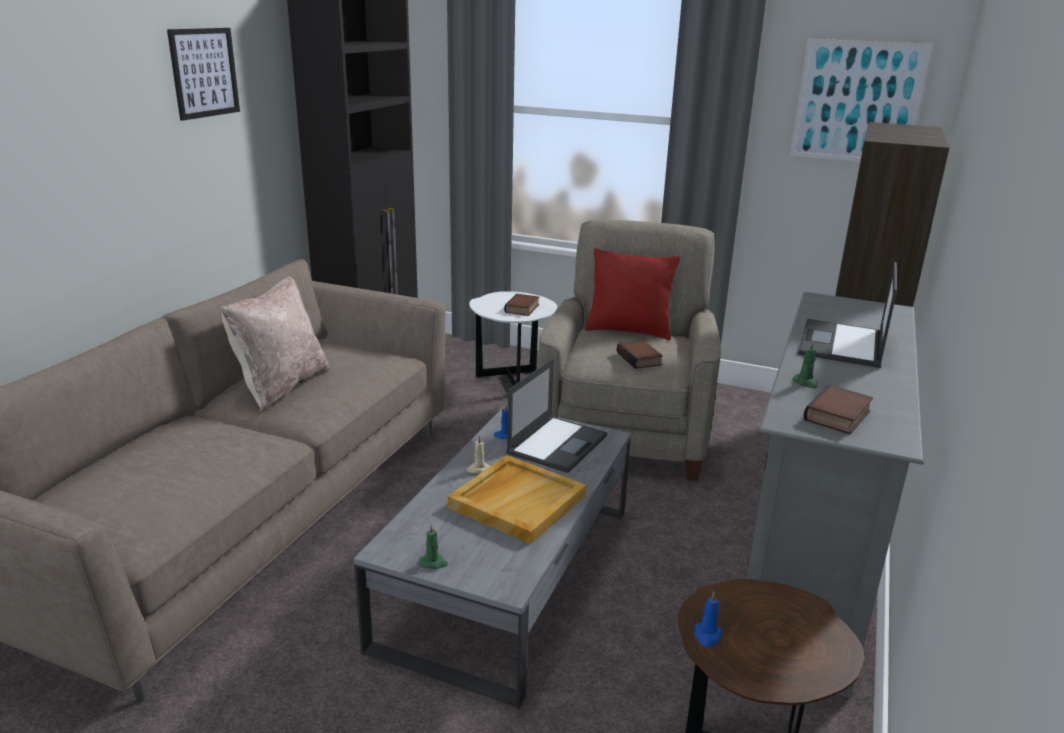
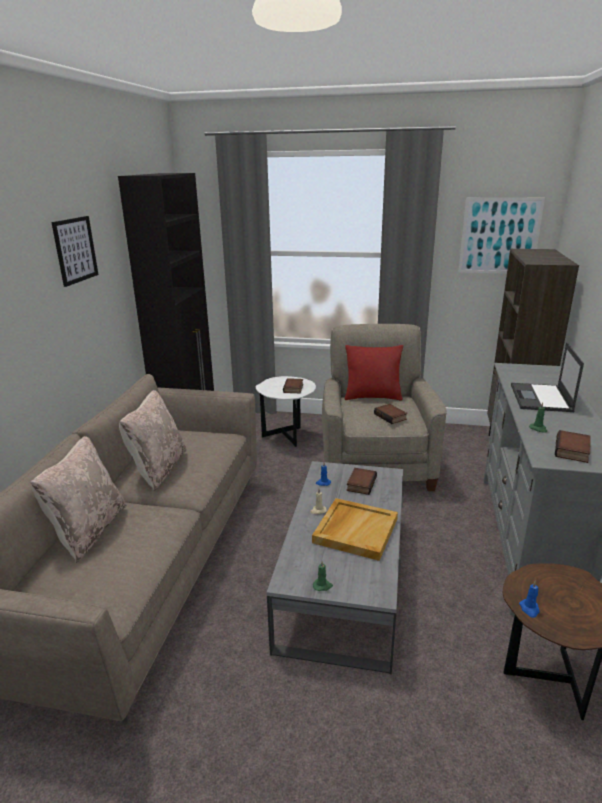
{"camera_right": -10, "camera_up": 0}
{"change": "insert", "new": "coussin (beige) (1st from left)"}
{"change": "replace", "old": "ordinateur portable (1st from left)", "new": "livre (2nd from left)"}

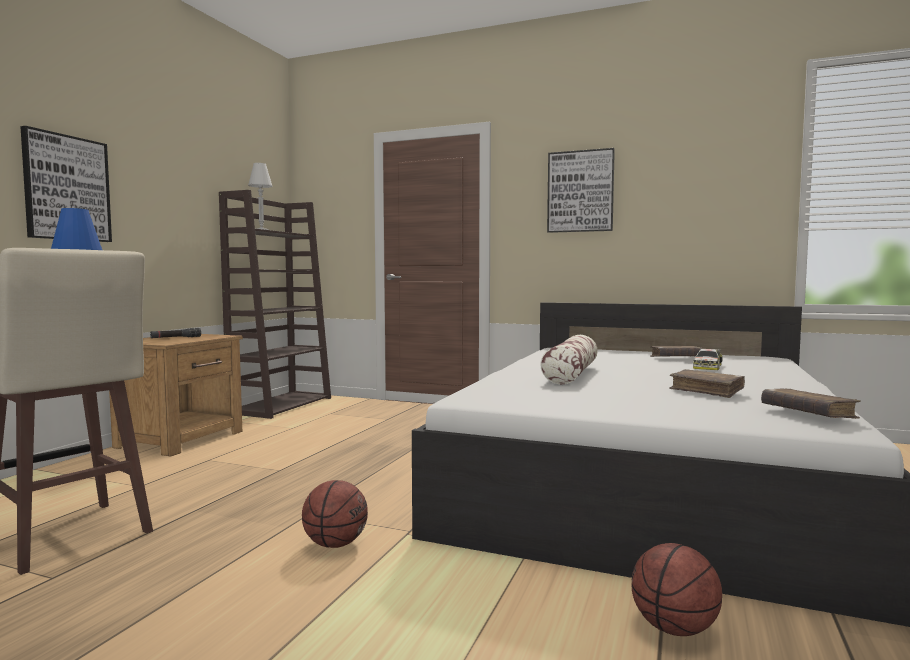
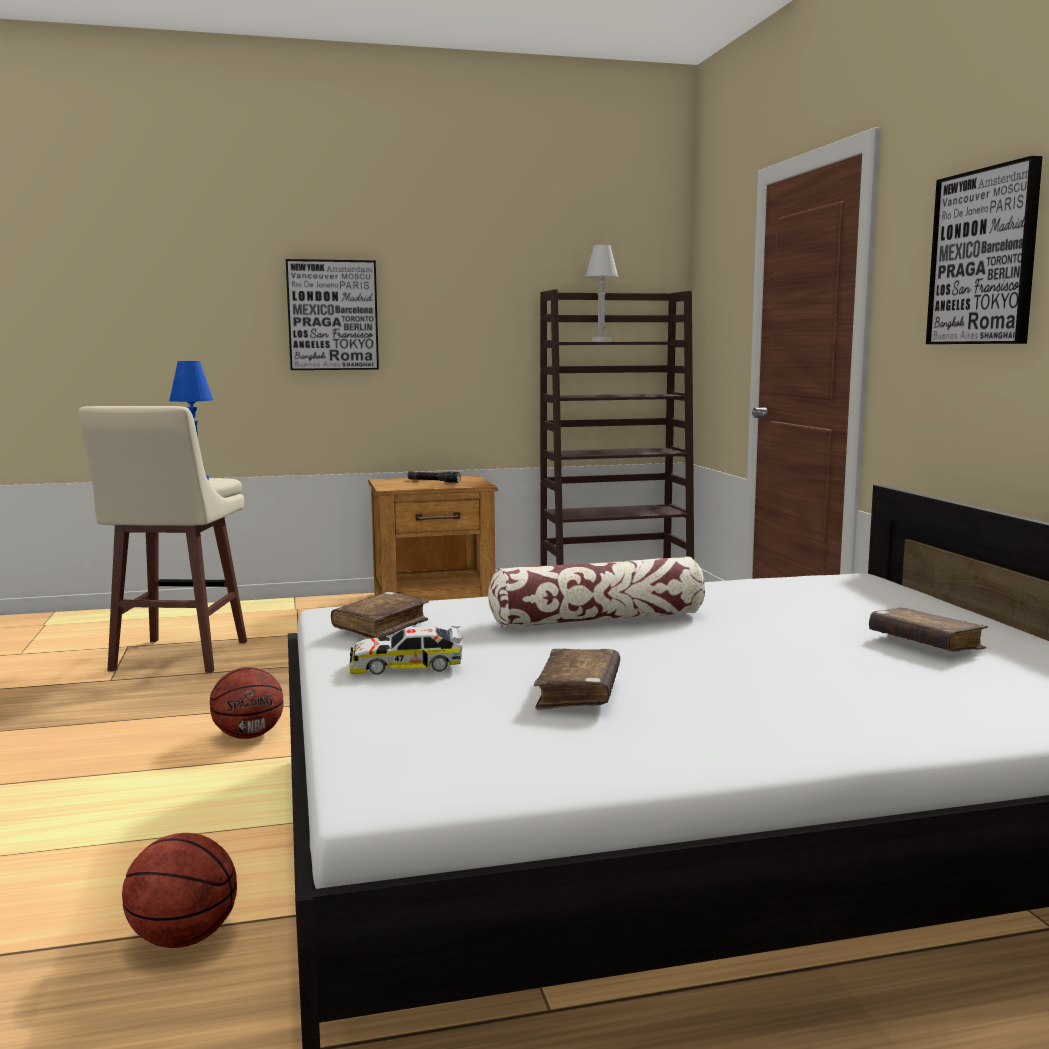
{"camera_right": 55, "camera_up": 5}
{"change": "move", "old": "livre (marron) (3rd from left in the first image)", "new": "livre (marron) (1st from left)"}
{"change": "move", "old": "petite voiture"}

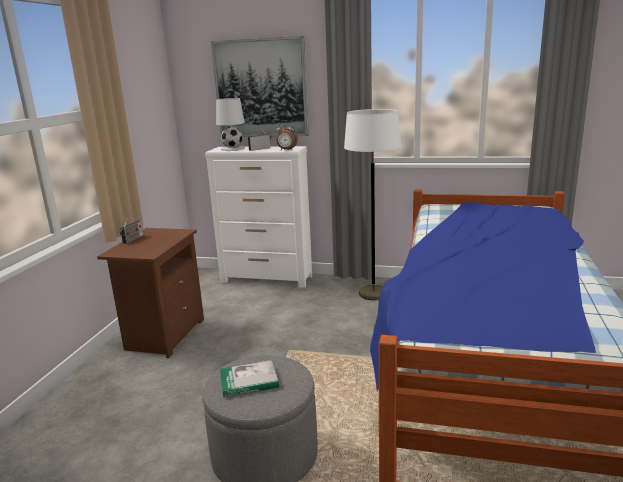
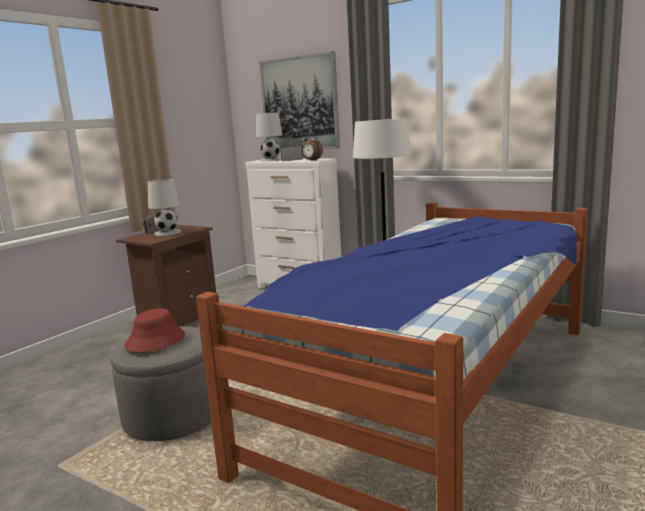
{"camera_right": 20, "camera_up": -5}
{"change": "replace", "old": "livre", "new": "chapeau (rouge)"}
{"change": "insert", "new": "lampe de table (blanc) (1st from left)"}

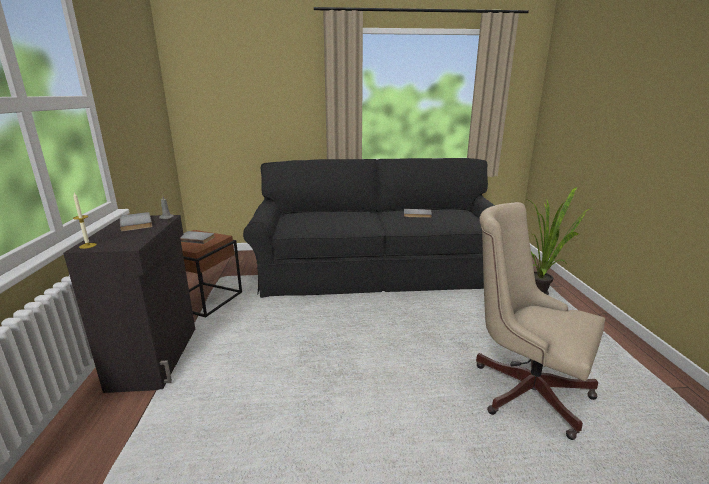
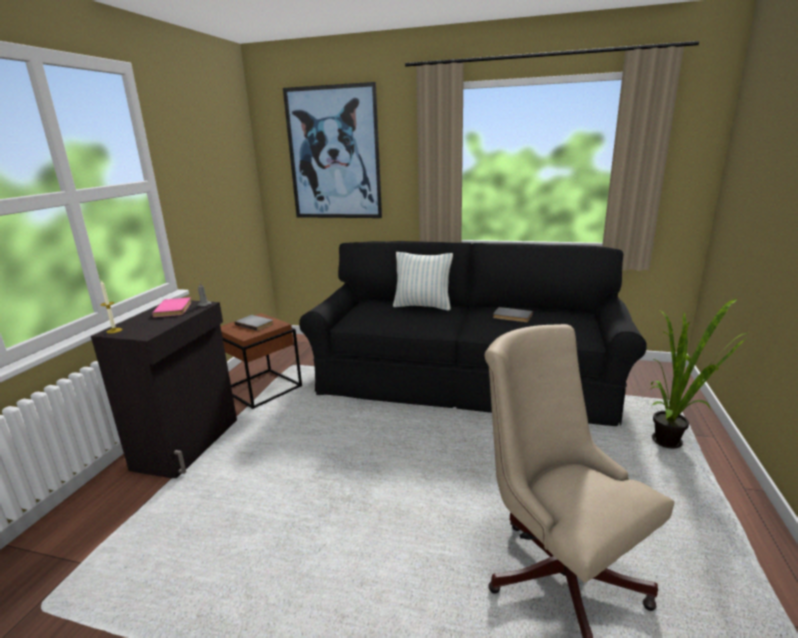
{"camera_right": 20, "camera_up": 0}
{"change": "recolor", "old": "livre (gris) (1st from left)", "new": "livre (rose)"}
{"change": "insert", "new": "tableau"}
{"change": "insert", "new": "coussin"}

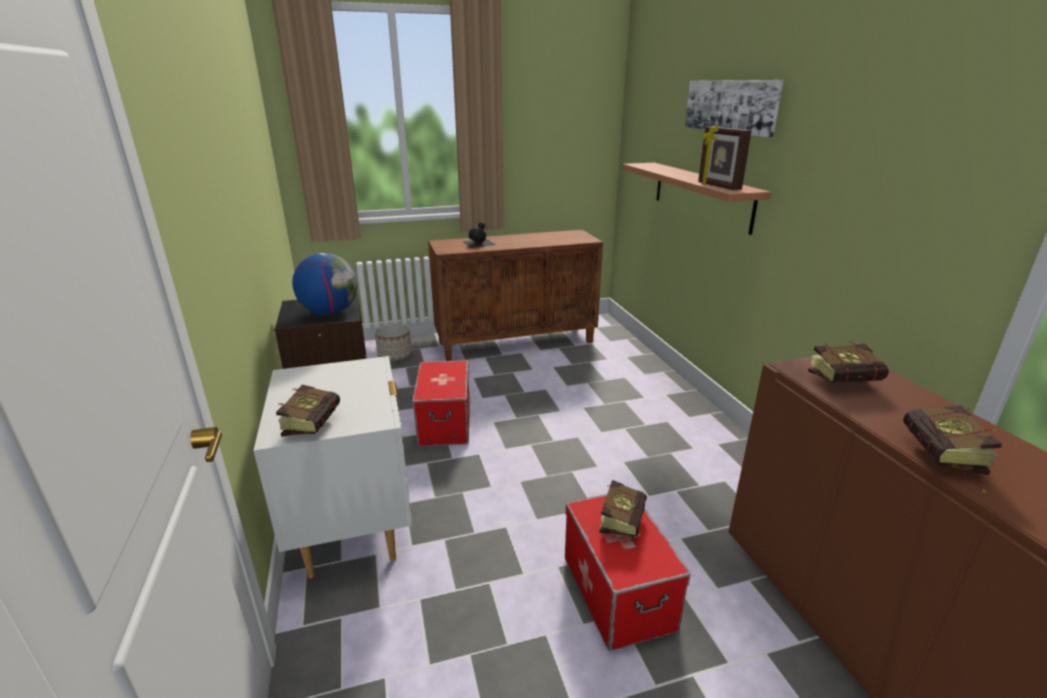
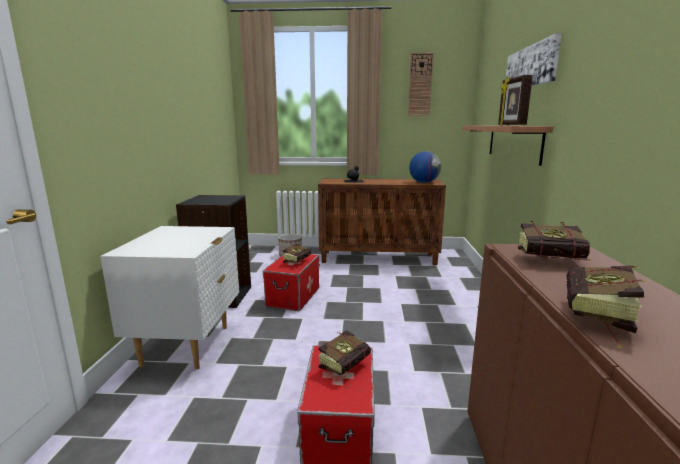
{"camera_right": 20, "camera_up": -10}
{"change": "move", "old": "livre (1st from left)"}
{"change": "insert", "new": "horloge murale"}
{"change": "move", "old": "globe"}

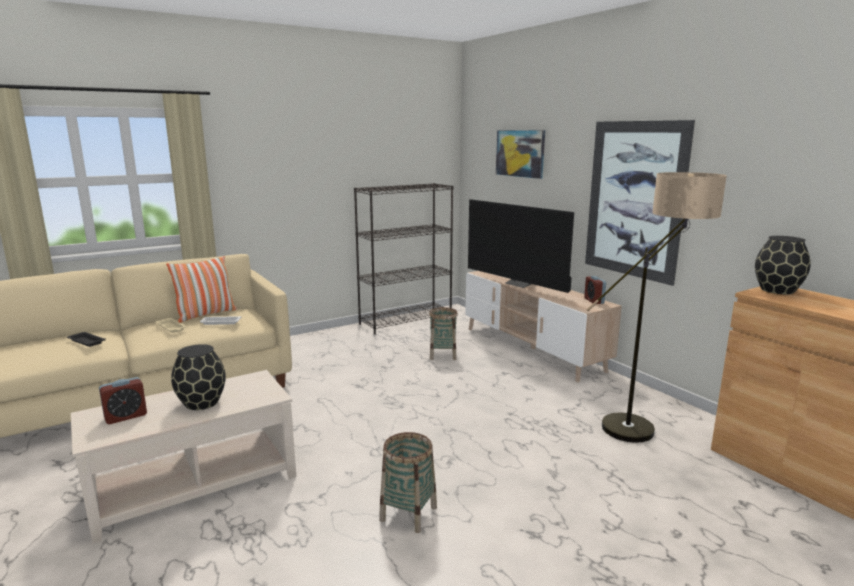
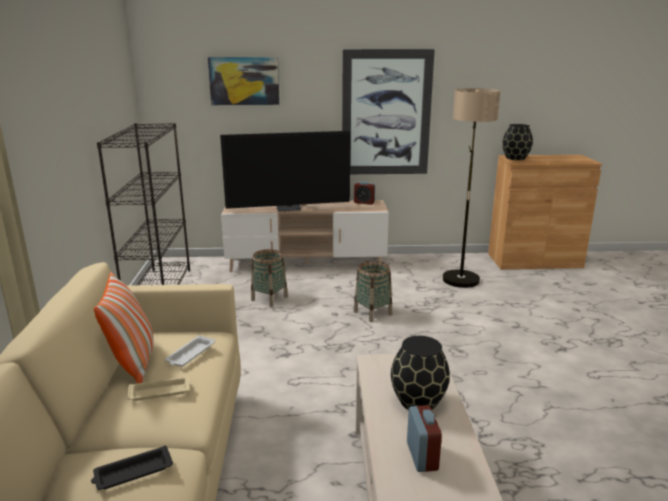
{"camera_right": -60, "camera_up": 5}
{"change": "move", "old": "panier (1st from left in the first image)", "new": "panier (2nd from left)"}

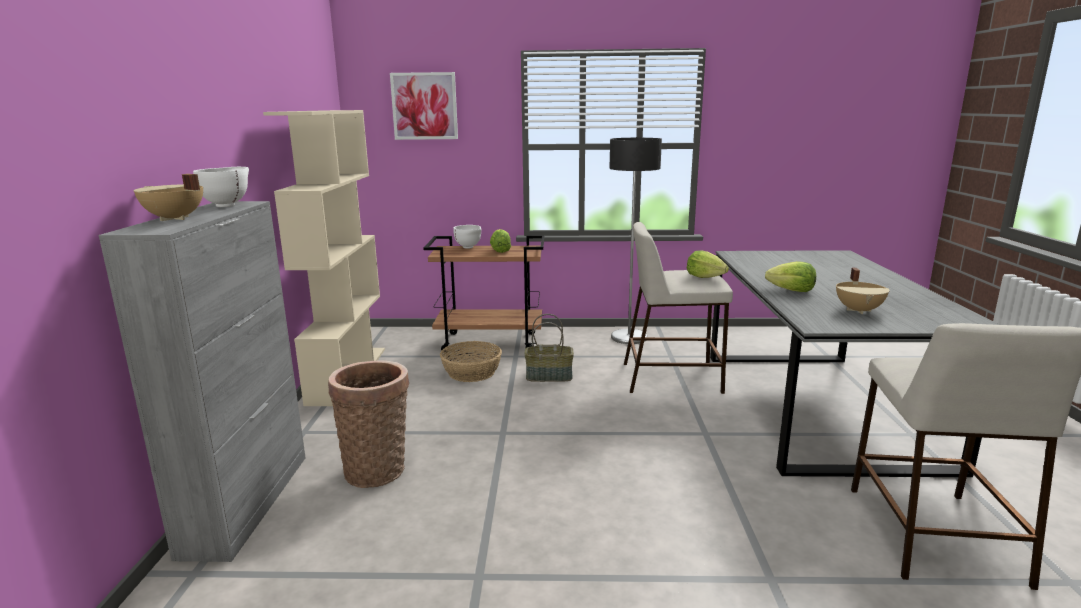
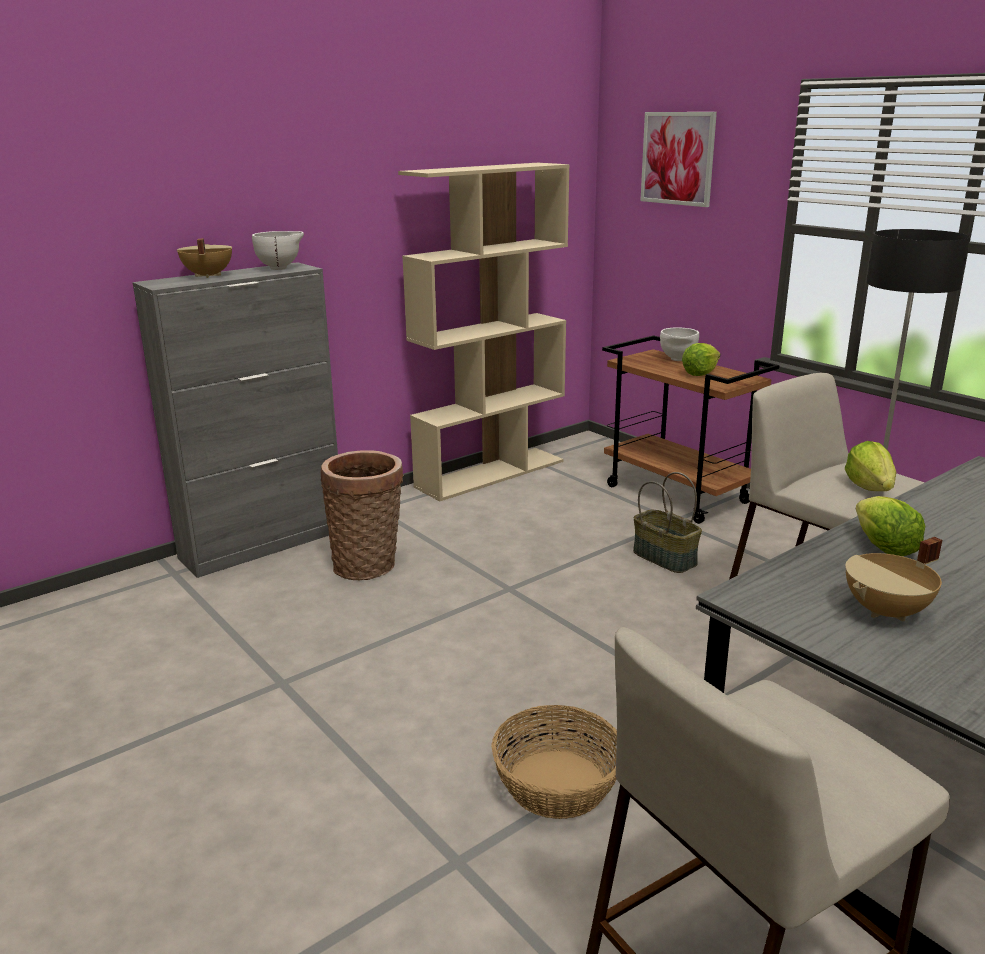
{"camera_right": 50, "camera_up": 5}
{"change": "move", "old": "panier (2nd from left)"}

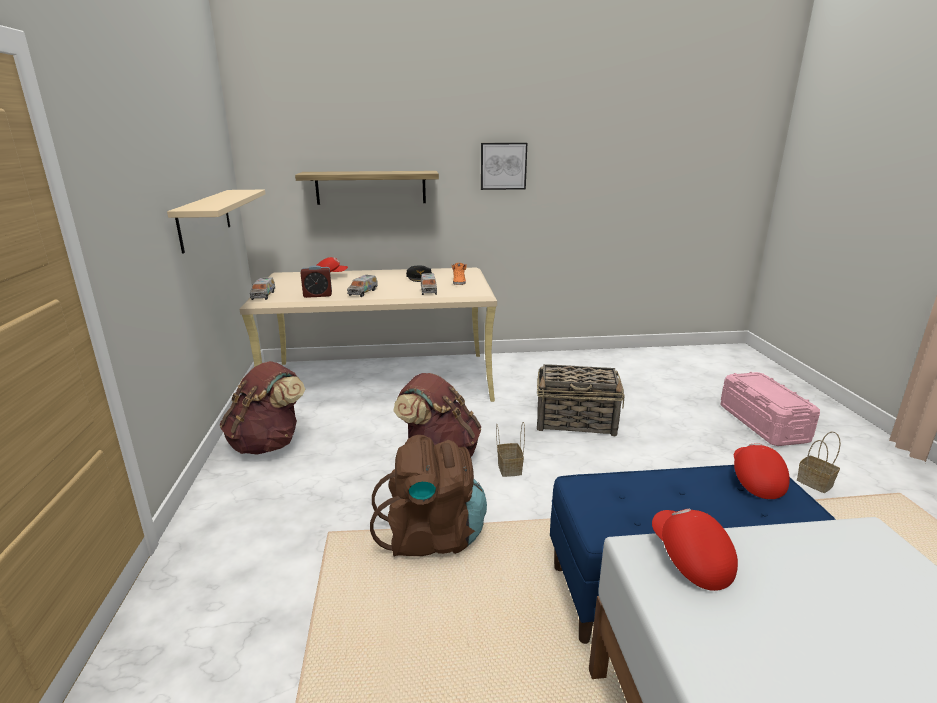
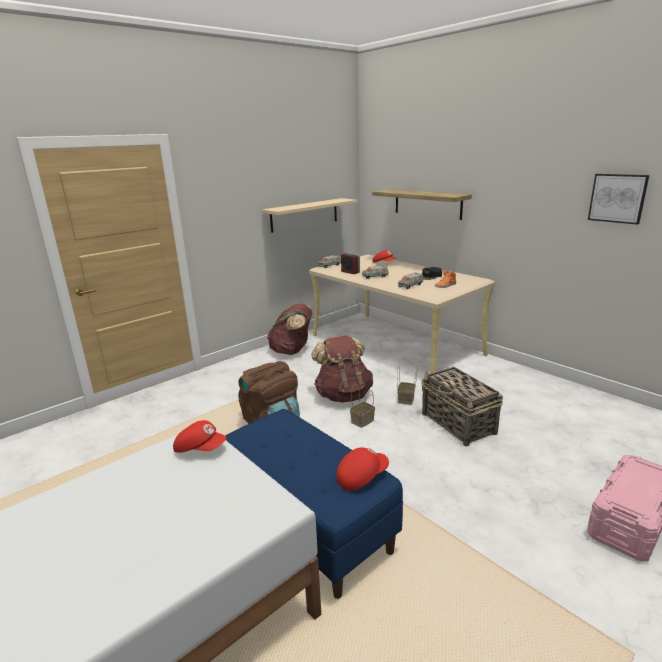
{"camera_right": 55, "camera_up": 0}
{"change": "rotate", "old": "casquette (rouge) (2nd from left in the first image)", "degrees": 75}
{"change": "move", "old": "panier (3rd from left in the first image)", "new": "panier (2nd from left)"}
{"change": "move", "old": "tableau"}

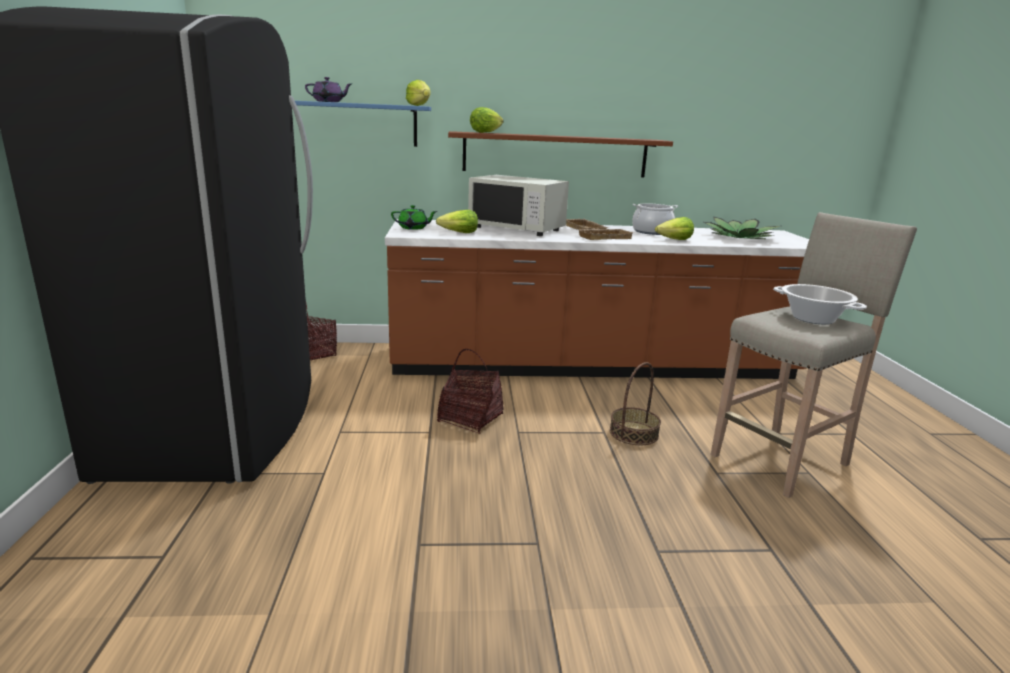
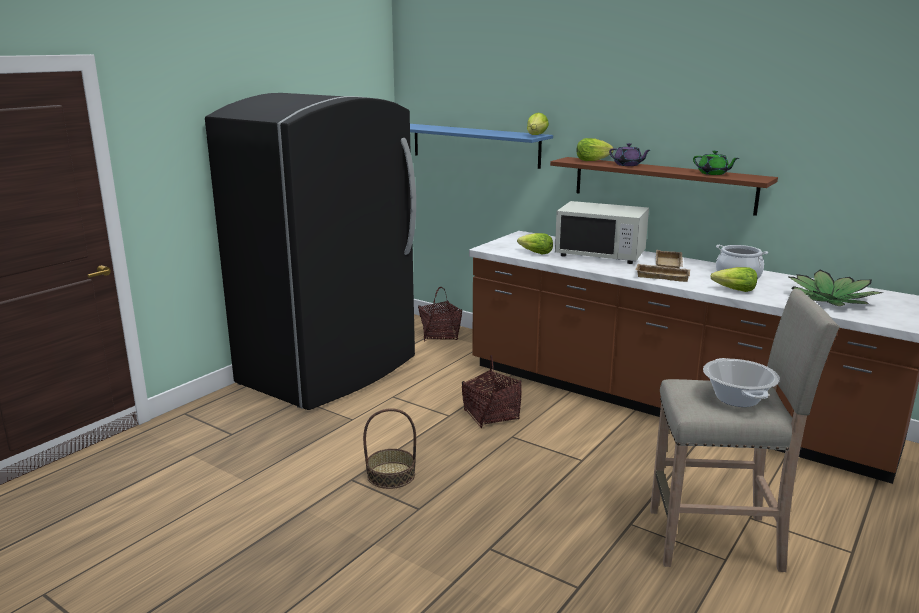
{"camera_right": 40, "camera_up": 0}
{"change": "move", "old": "panier (3rd from left in the first image)", "new": "panier (1st from left)"}
{"change": "rotate", "old": "micro-ondes (blanc)", "degrees": -45}
{"change": "move", "old": "théière (violet)"}
{"change": "move", "old": "théière (vert)"}

